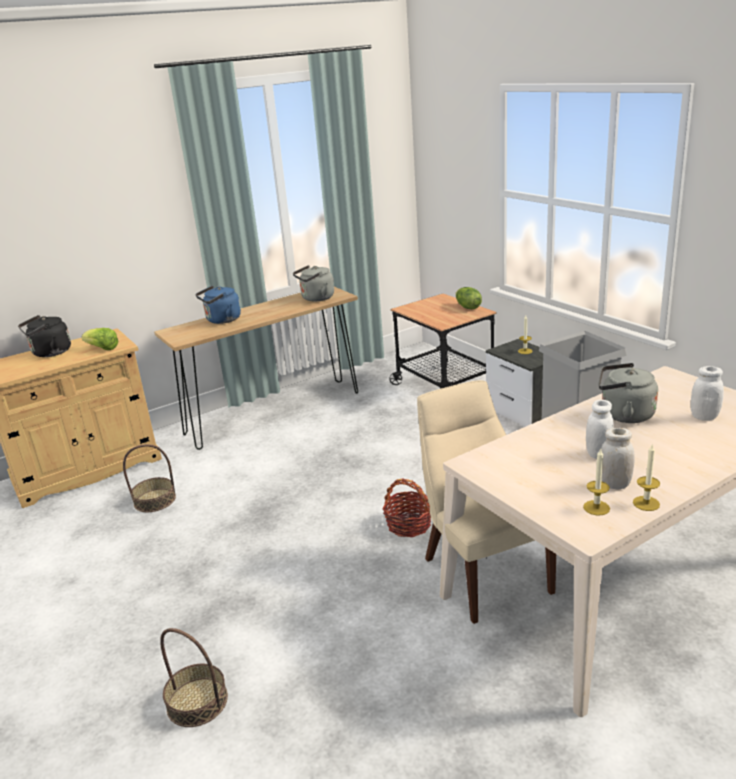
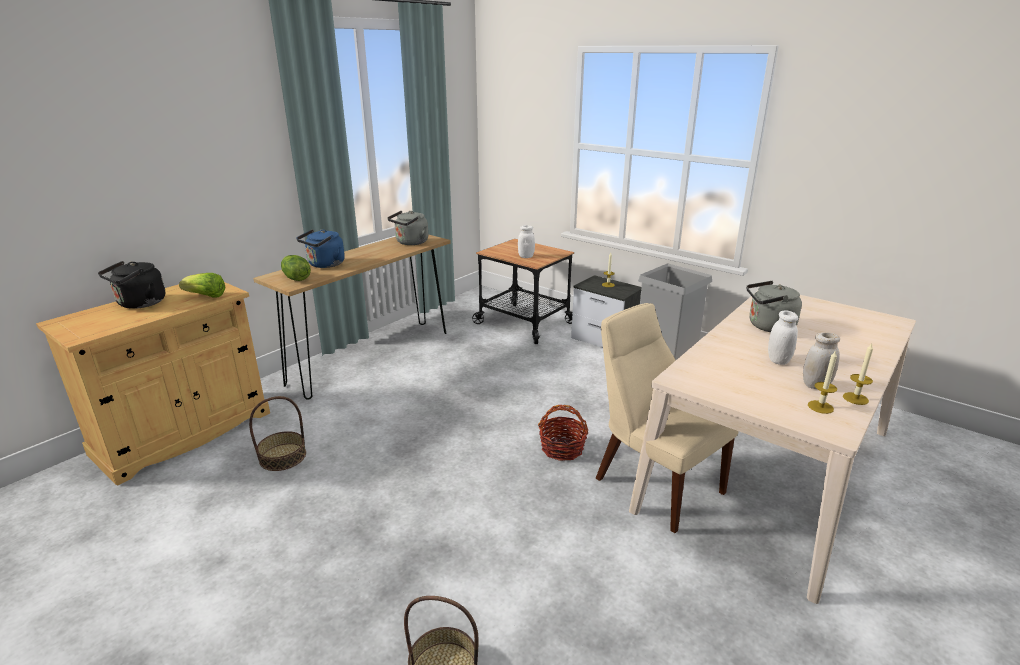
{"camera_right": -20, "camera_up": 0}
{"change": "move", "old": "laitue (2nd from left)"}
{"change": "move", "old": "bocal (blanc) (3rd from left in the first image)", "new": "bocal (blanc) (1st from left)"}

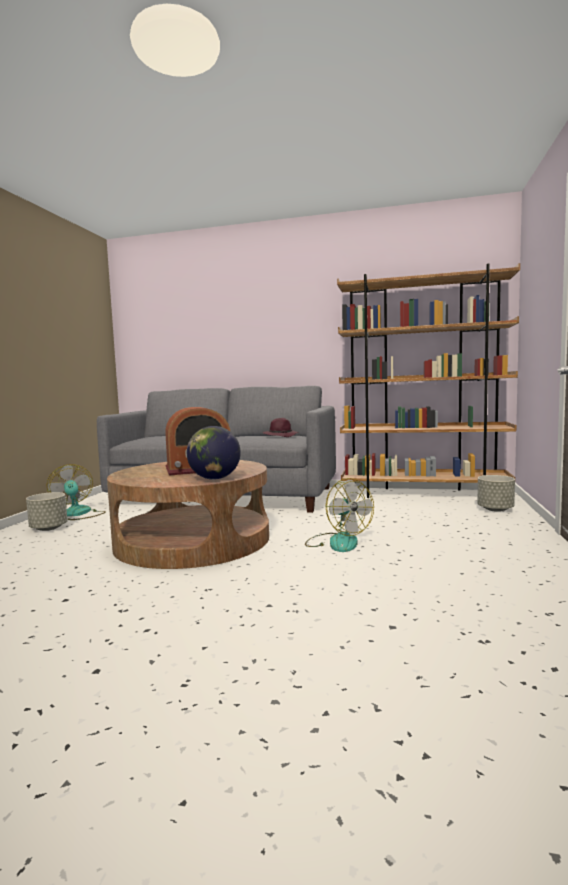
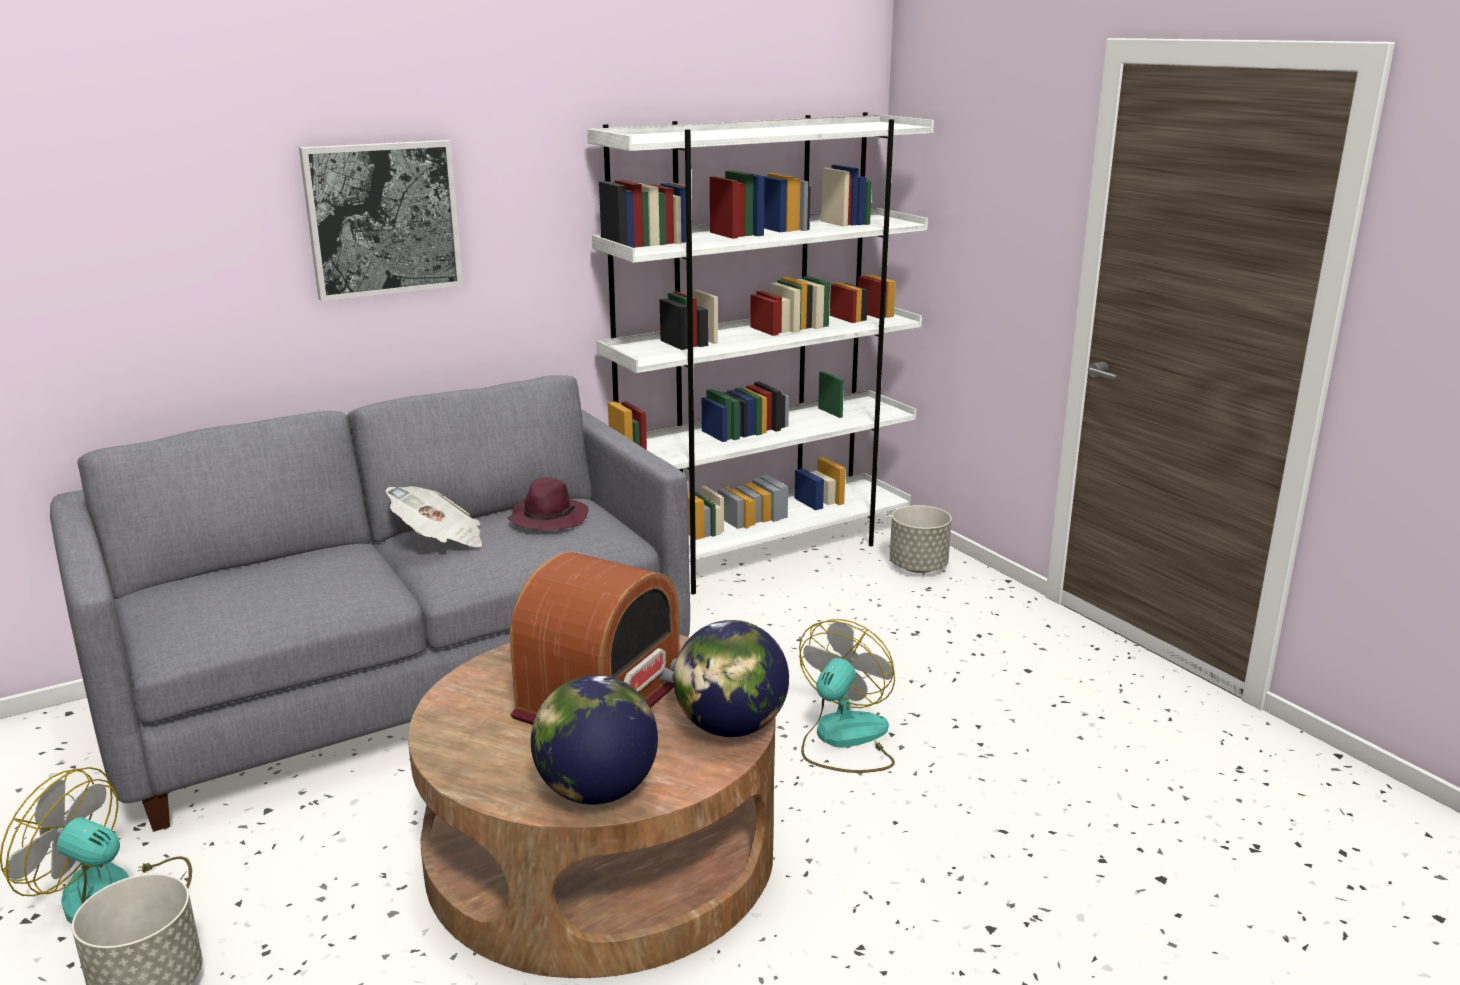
{"camera_right": -45, "camera_up": 15}
{"change": "insert", "new": "tableau"}
{"change": "insert", "new": "journal"}
{"change": "insert", "new": "globe (1st from left)"}
{"change": "recolor", "old": "bibliothèque (marron)", "new": "bibliothèque (blanc)"}
{"change": "rotate", "old": "ventilateur (2nd from left)", "degrees": -75}

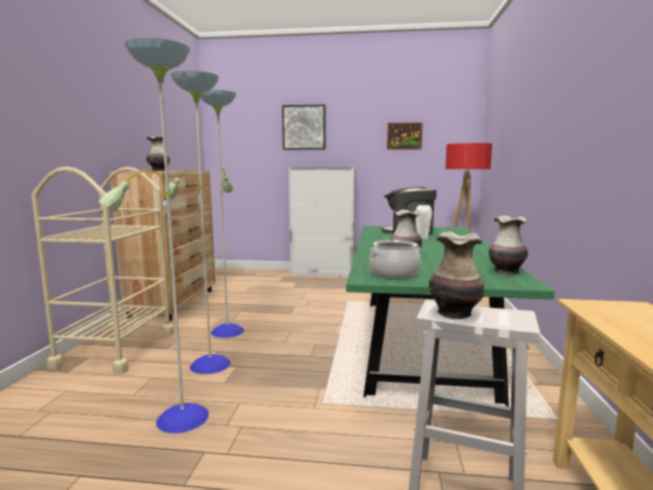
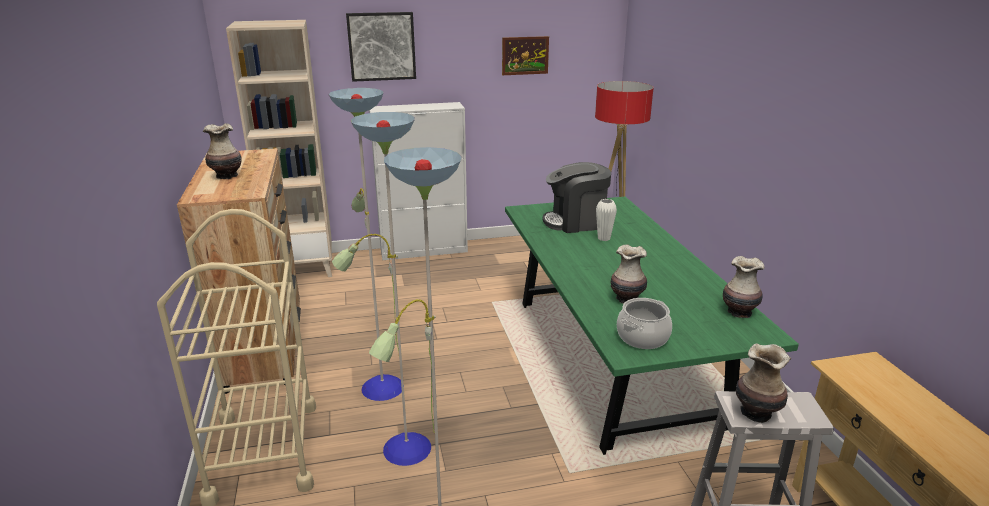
{"camera_right": -20, "camera_up": 15}
{"change": "insert", "new": "bibliothèque (beige)"}

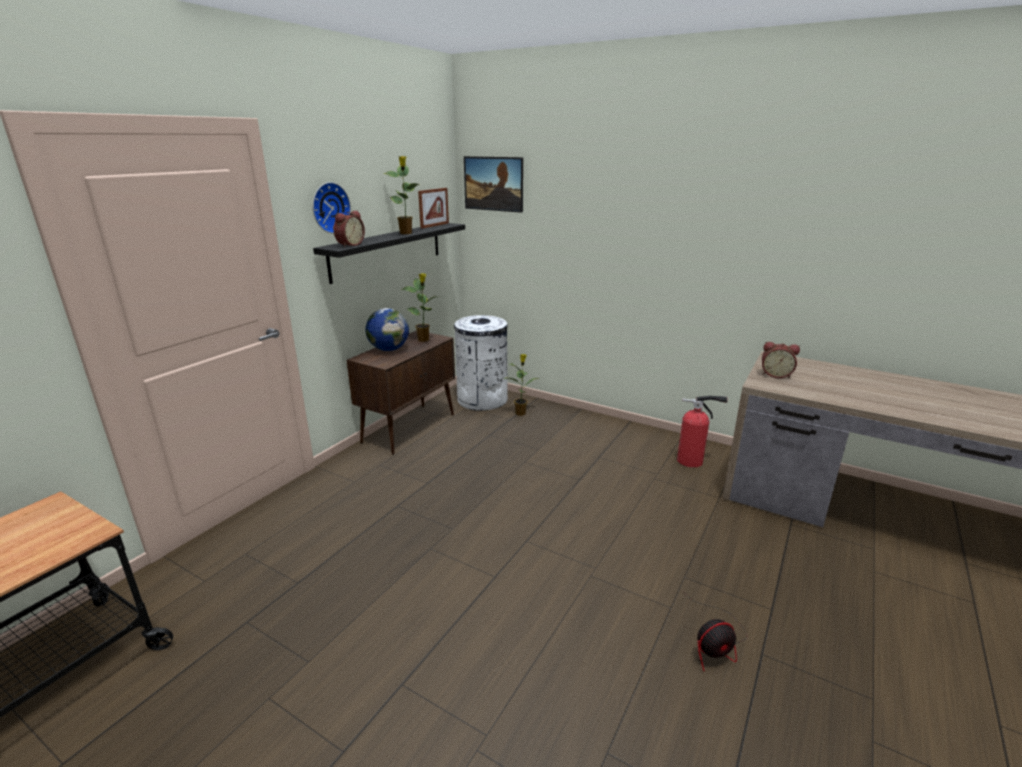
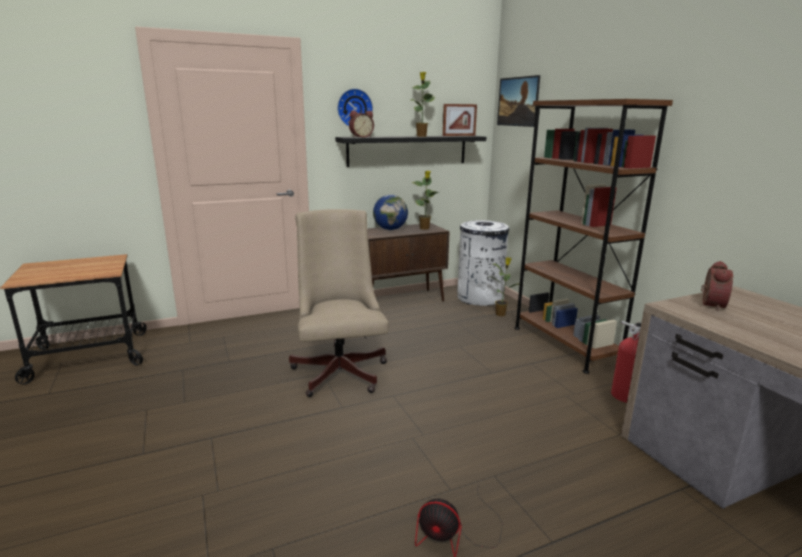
{"camera_right": 35, "camera_up": -5}
{"change": "insert", "new": "chaise de bureau (beige)"}
{"change": "insert", "new": "bibliothèque (marron)"}
{"change": "rotate", "old": "réveil (2nd from left)", "degrees": -120}

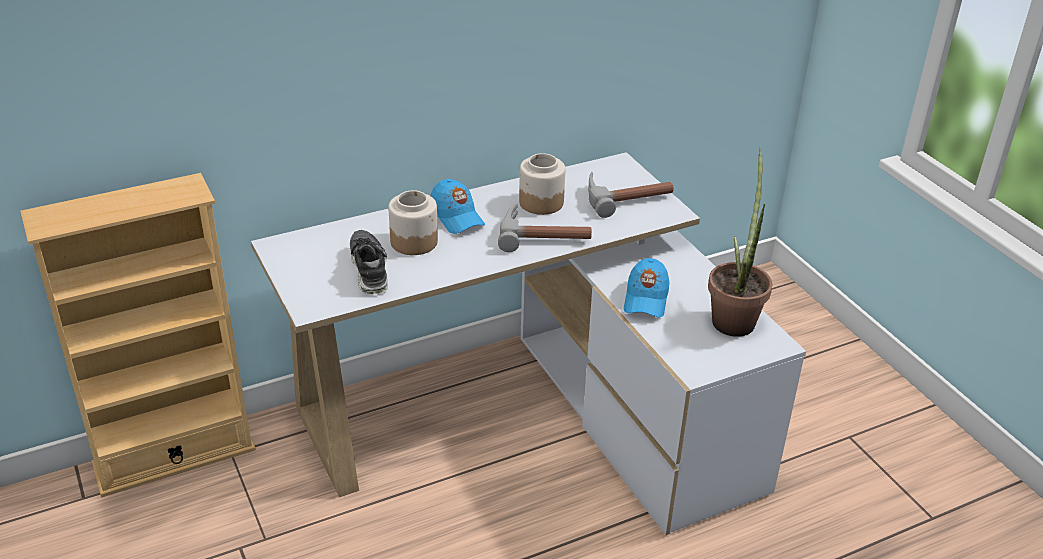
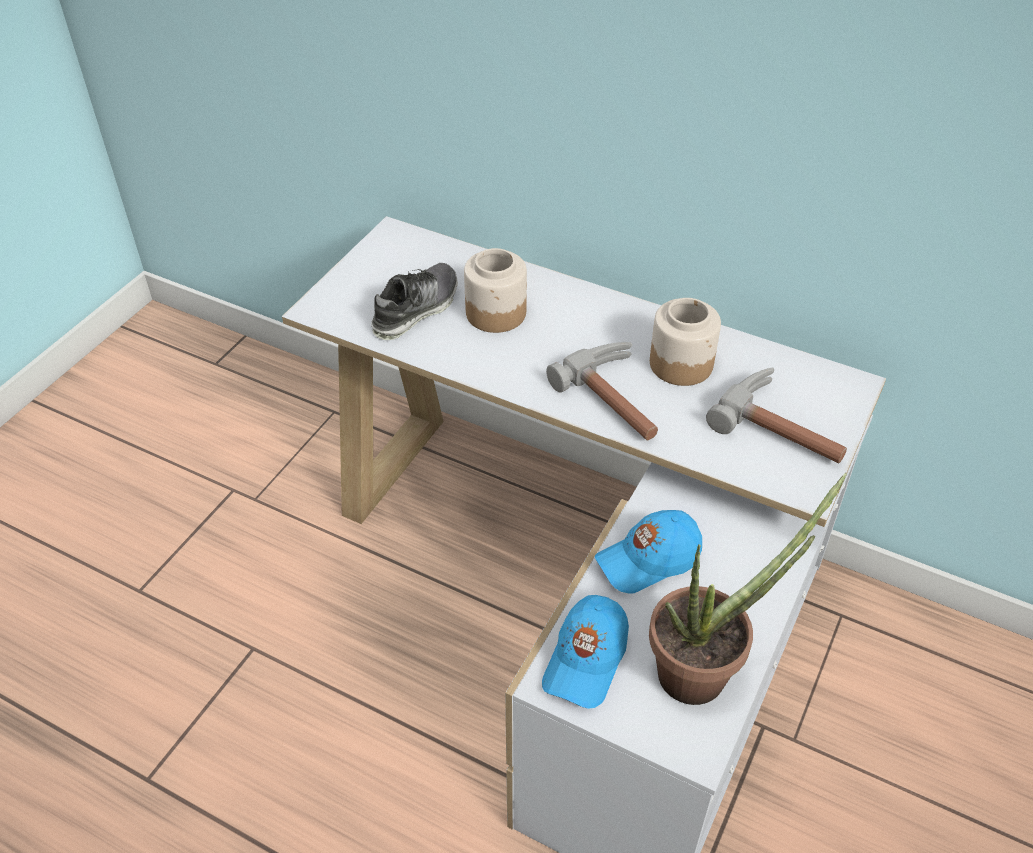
{"camera_right": 55, "camera_up": 10}
{"change": "move", "old": "casquette (bleu) (1st from left)"}
{"change": "delete", "old": "bibliothèque (beige)"}

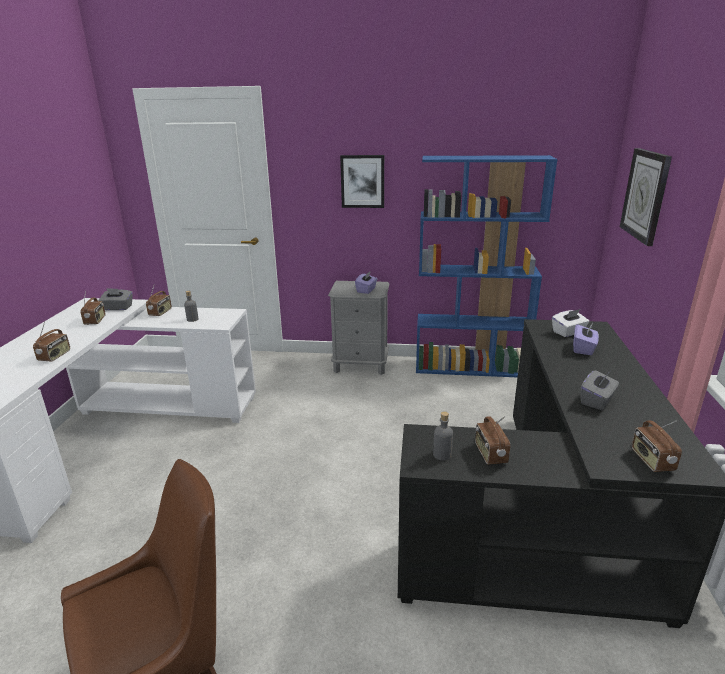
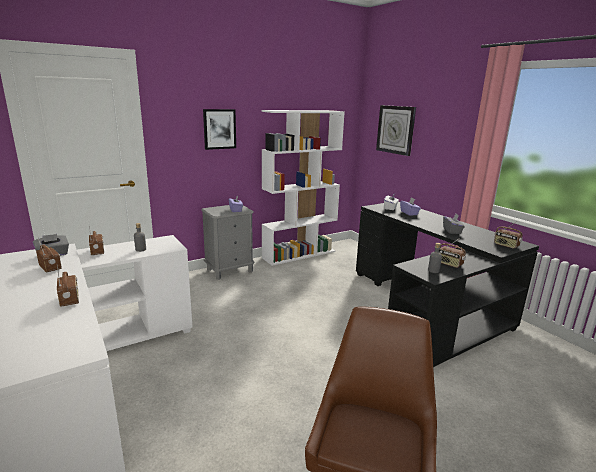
{"camera_right": -40, "camera_up": -5}
{"change": "recolor", "old": "bibliothèque (bleu)", "new": "bibliothèque (blanc)"}

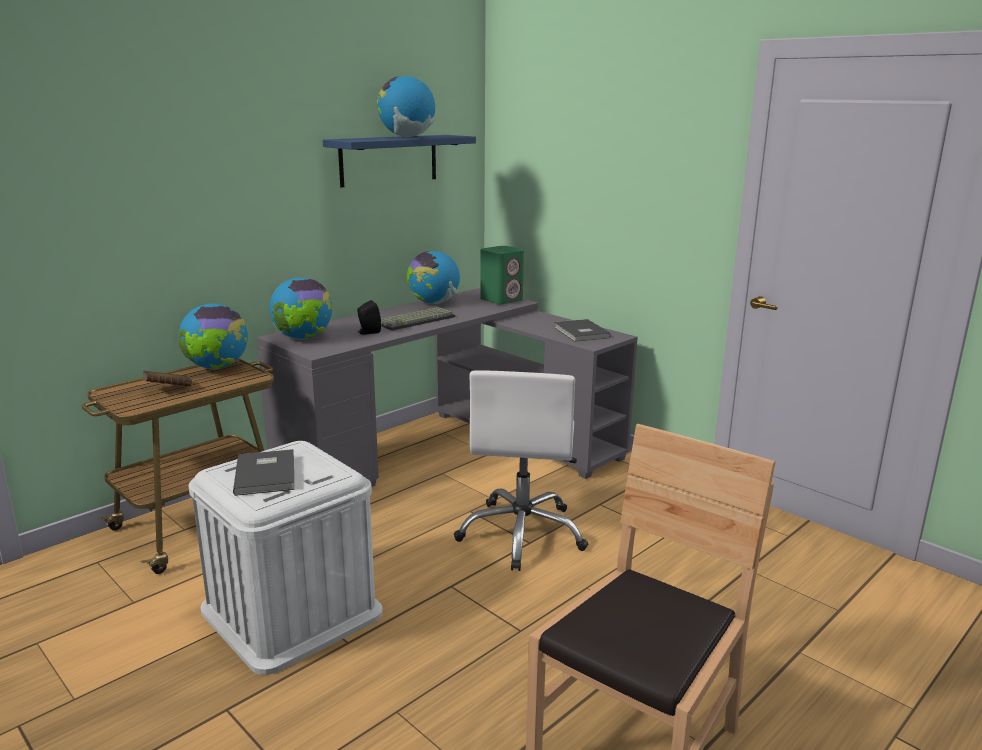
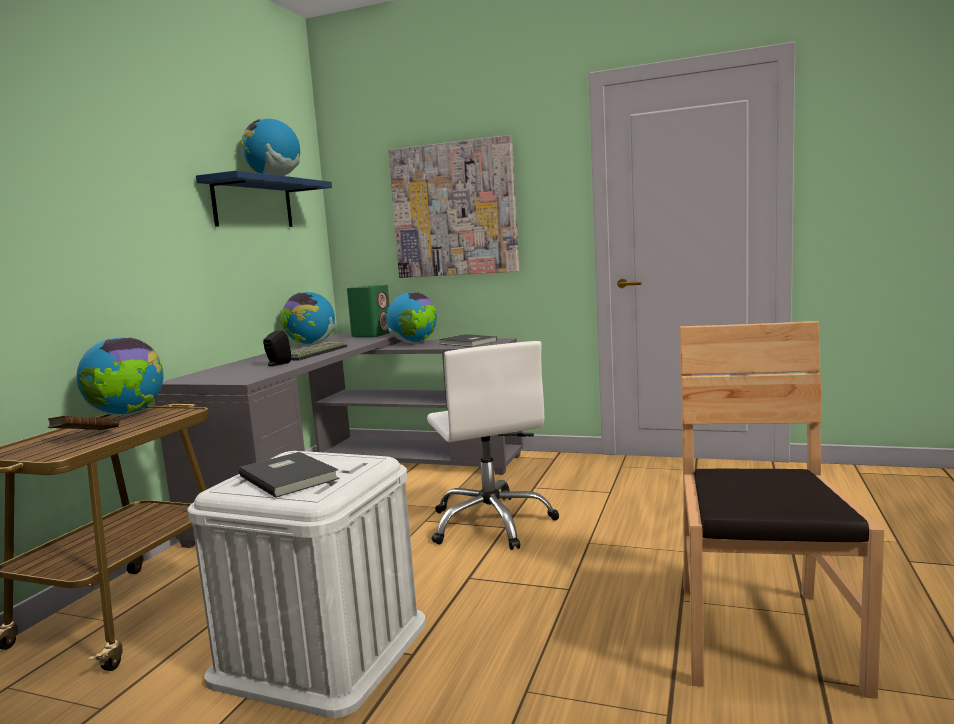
{"camera_right": -25, "camera_up": -10}
{"change": "move", "old": "globe (2nd from left in the first image)", "new": "globe (4th from left)"}
{"change": "insert", "new": "tableau"}

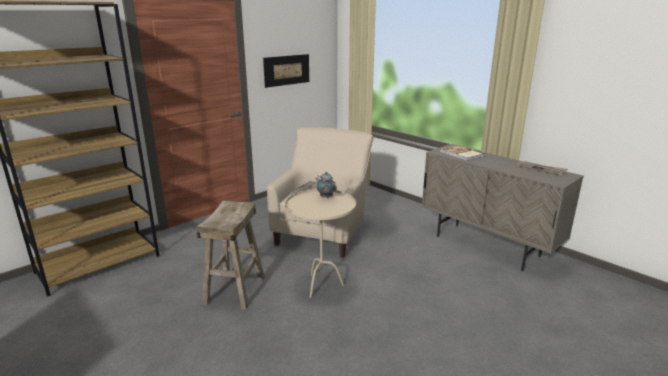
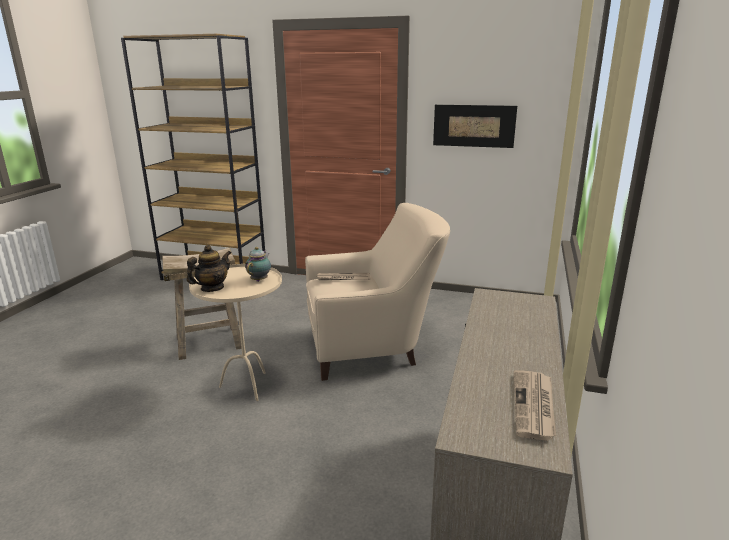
{"camera_right": 60, "camera_up": 0}
{"change": "insert", "new": "théière (1st from left)"}
{"change": "delete", "old": "livre"}

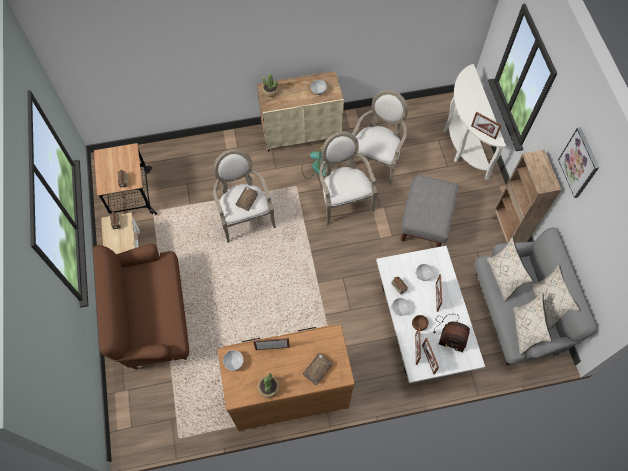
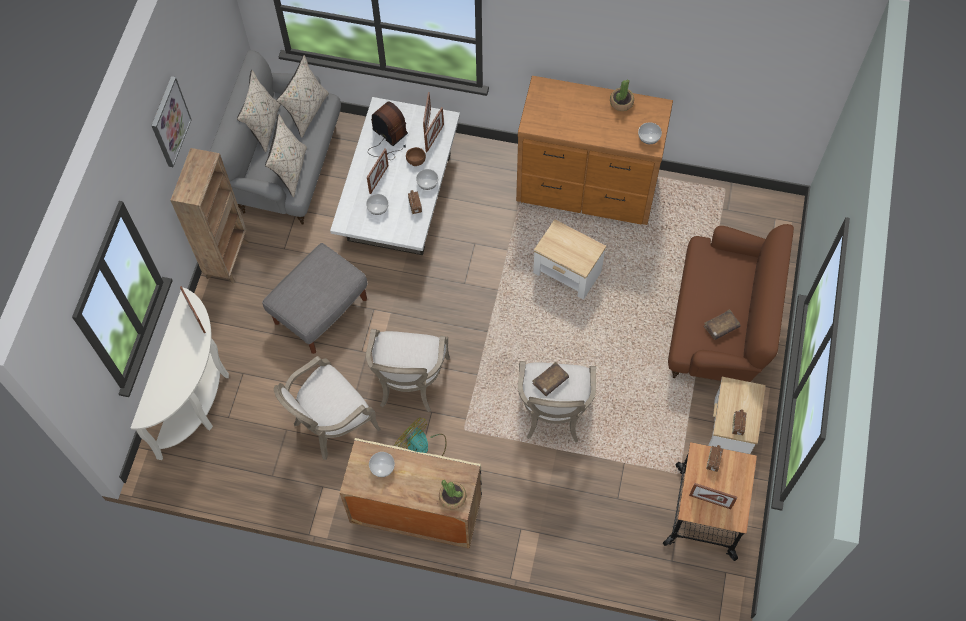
{"camera_right": -155, "camera_up": 0}
{"change": "insert", "new": "table d'appoint (1st from left)"}
{"change": "move", "old": "cadre photo (1st from left in the first image)", "new": "cadre photo (5th from left)"}
{"change": "move", "old": "livre (marron) (2nd from left)"}

